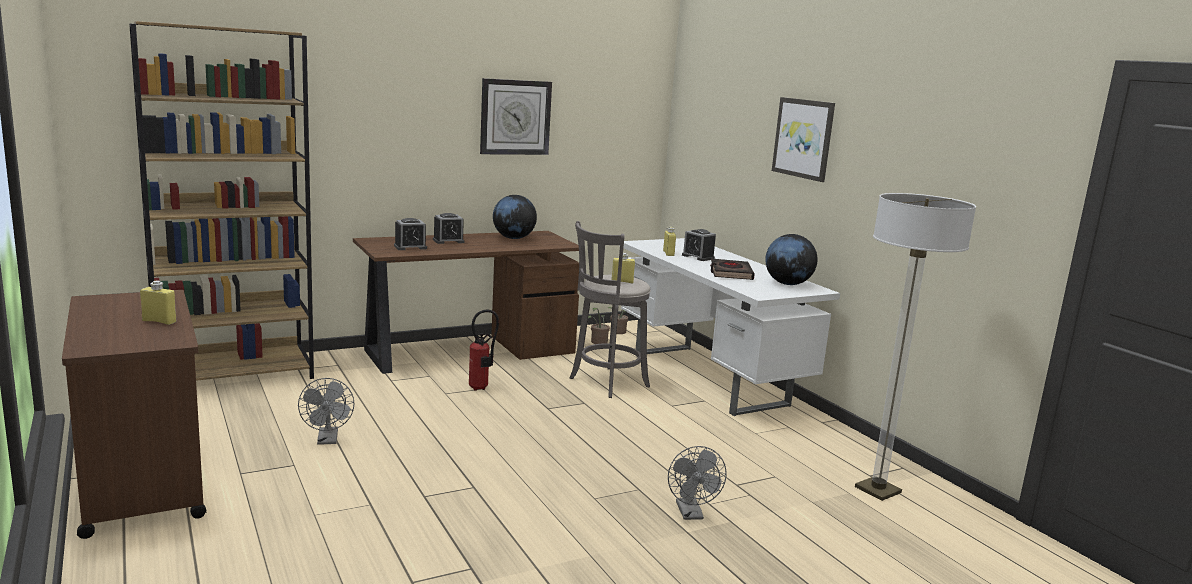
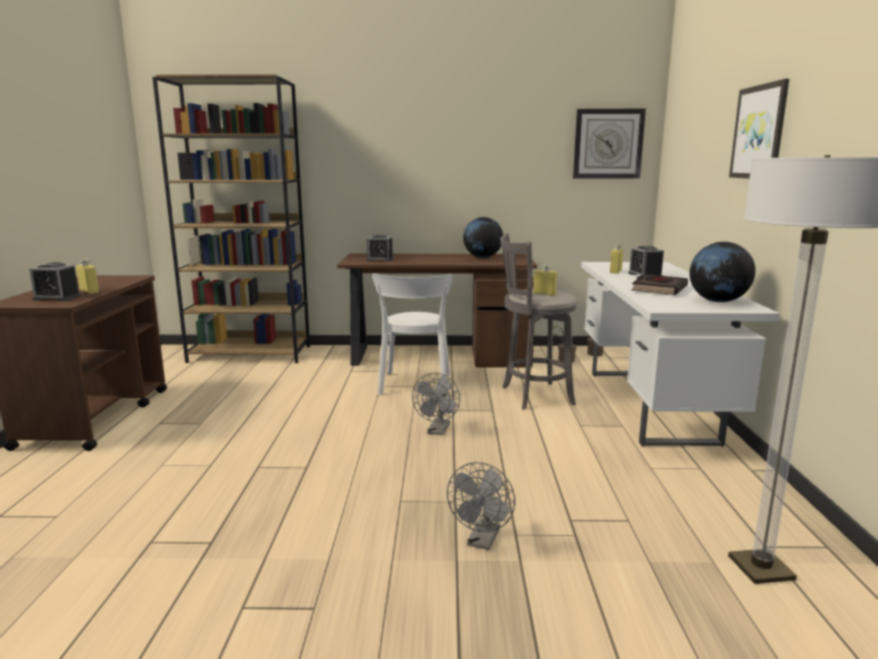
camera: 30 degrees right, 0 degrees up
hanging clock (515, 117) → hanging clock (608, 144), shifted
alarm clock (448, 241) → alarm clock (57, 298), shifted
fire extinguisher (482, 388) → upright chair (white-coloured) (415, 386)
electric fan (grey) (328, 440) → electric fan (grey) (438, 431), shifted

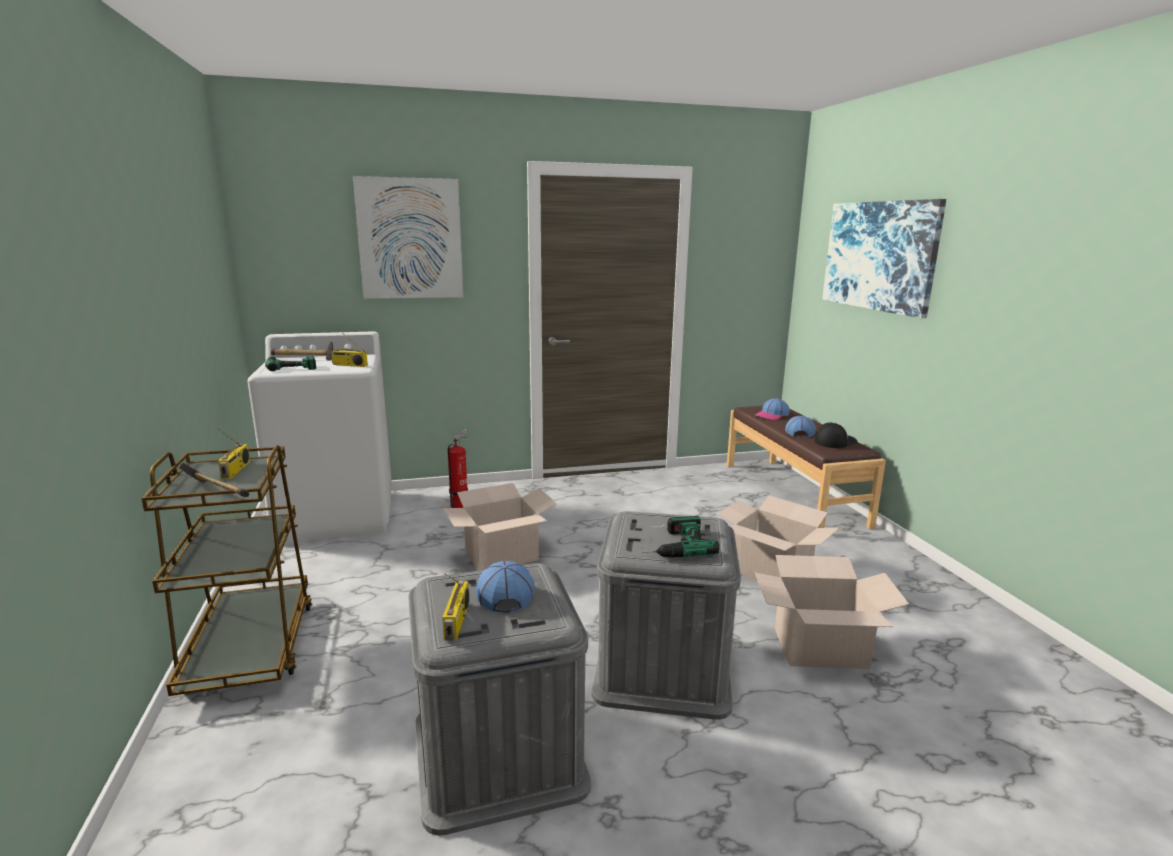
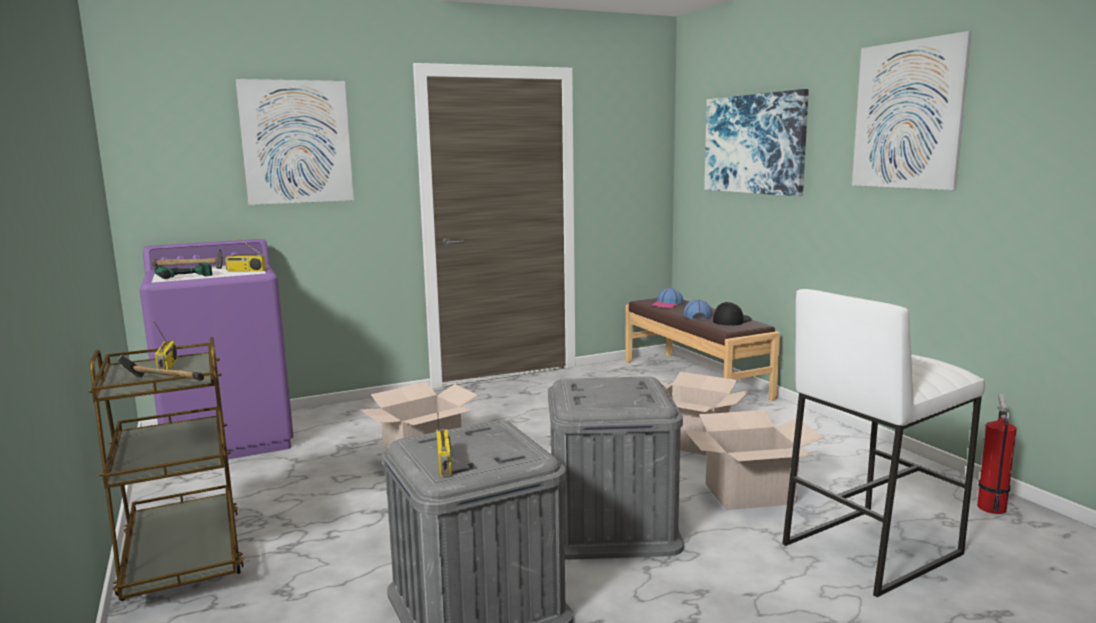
camera: 10 degrees left, 5 degrees down
laundry appliance (white-coloured) (338, 516) → laundry appliance (purplish) (230, 438)
fire extinguisher (461, 504) → fire extinguisher (991, 506), shifted
power drill (672, 545) → -
peaked cap (504, 591) → -
- → wall art (907, 115)
- → sitting stool (white-coloured) (870, 548)

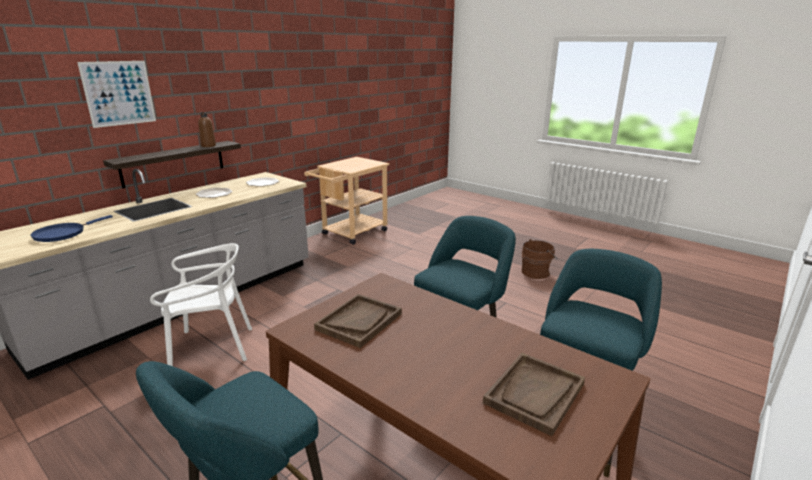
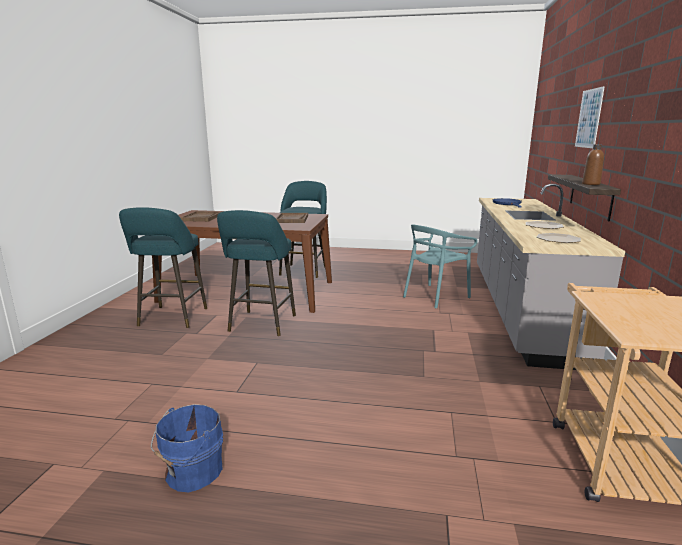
camera: 150 degrees right, 5 degrees down
water bucket (brownish) (536, 272) → water bucket (blue) (191, 472)
upright chair (white-coloured) (212, 348) → upright chair (blue-green) (435, 296)

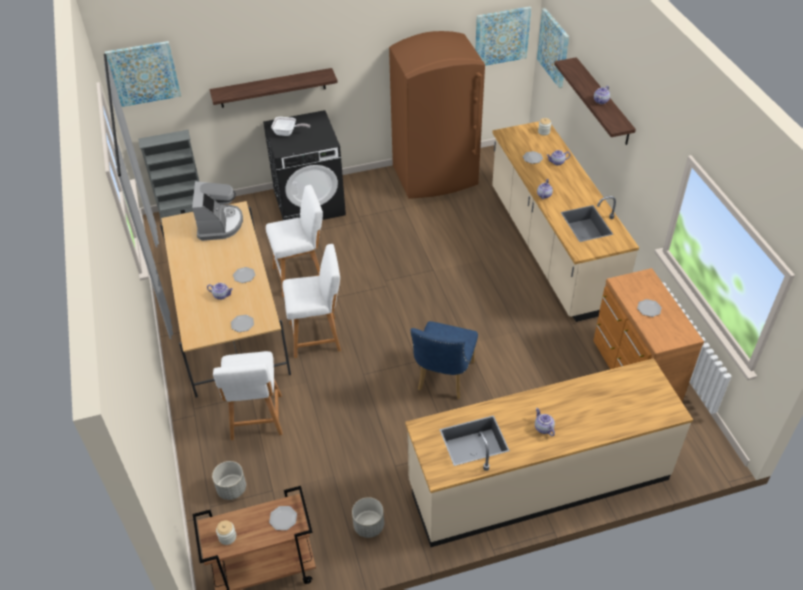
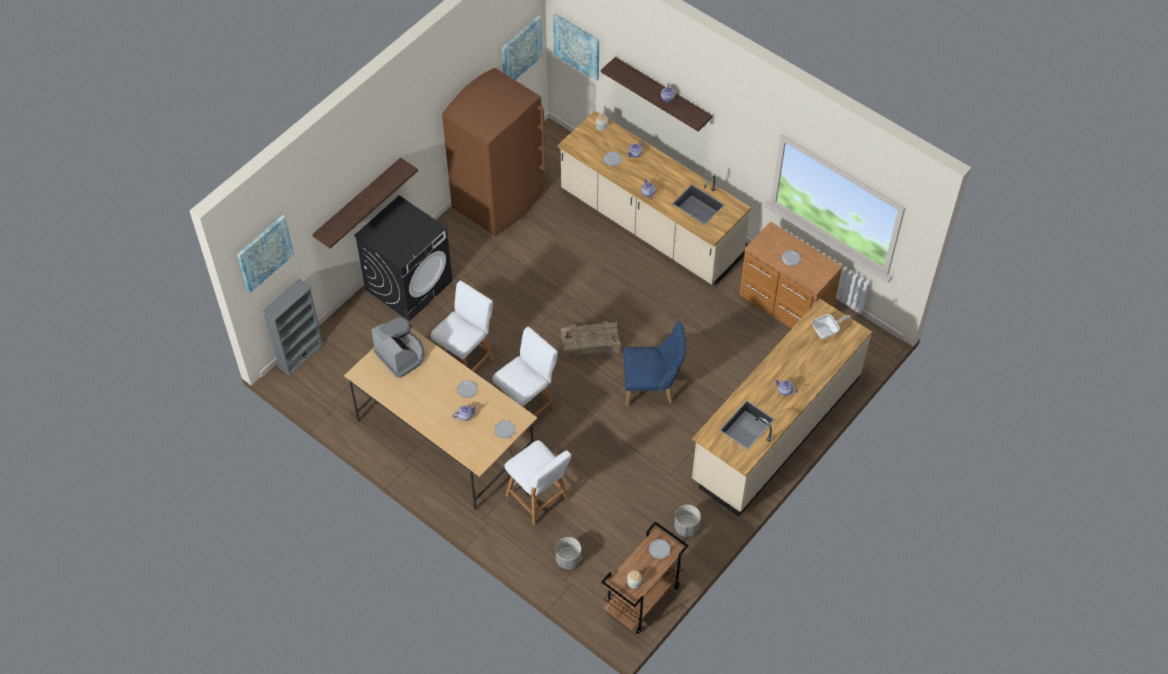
camera: 35 degrees left, 10 degrees up
skillet (287, 133) → skillet (827, 331), shifted
upright chair (blue) (443, 379) → upright chair (blue) (652, 388), 75 degrees counterclockwise
- → packing crate (591, 345)

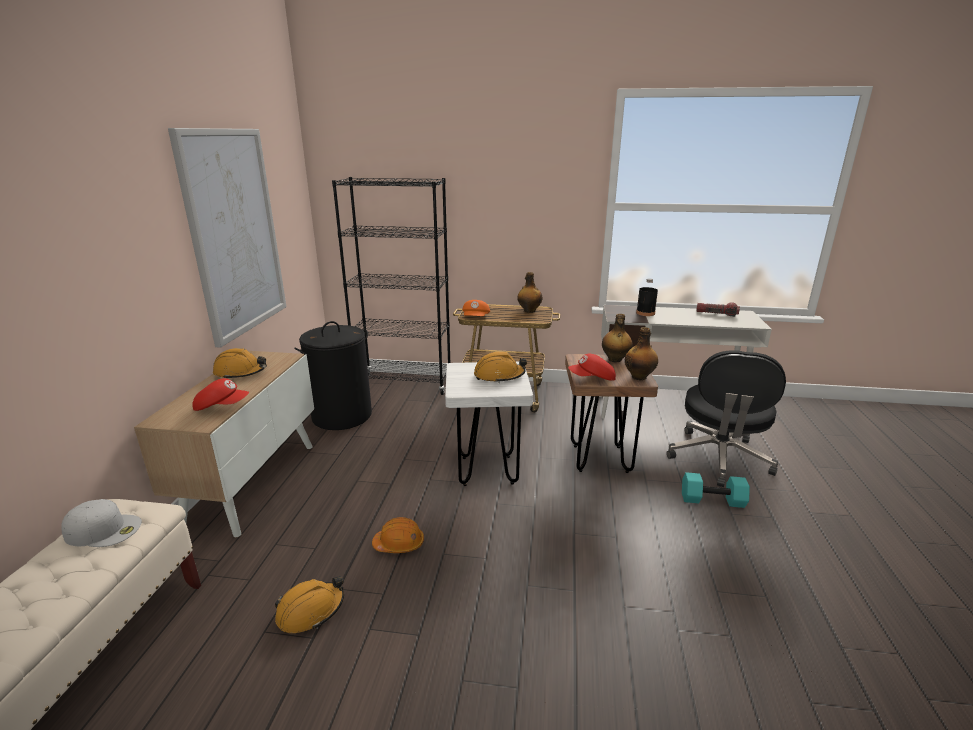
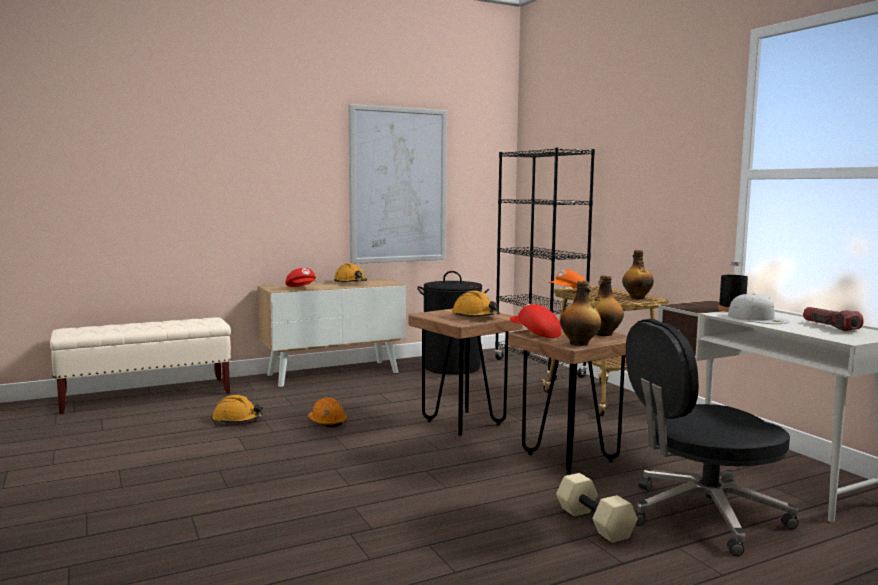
camera: 55 degrees right, 15 degrees down
sitting stool (white-coloured) (487, 470) → sitting stool (brownish) (463, 423)
hand weight (blue-green) (712, 500) → hand weight (beige-coloured) (596, 523)
peaked cap (white-coloured) (104, 529) → peaked cap (white-coloured) (758, 318), shifted

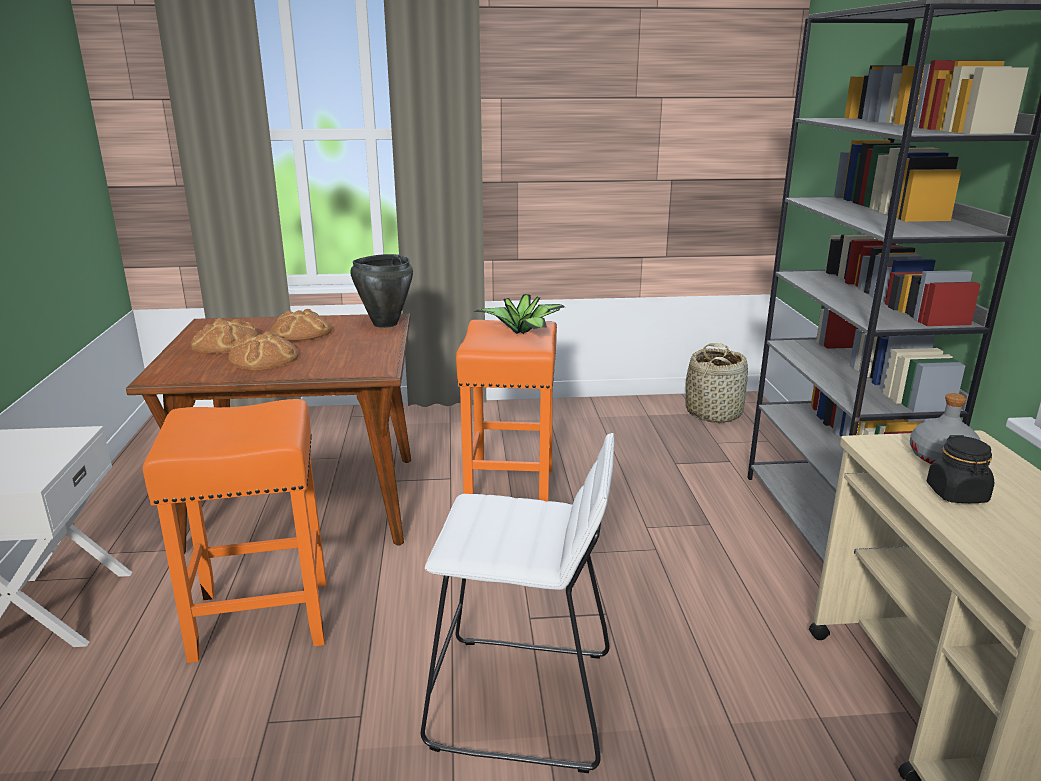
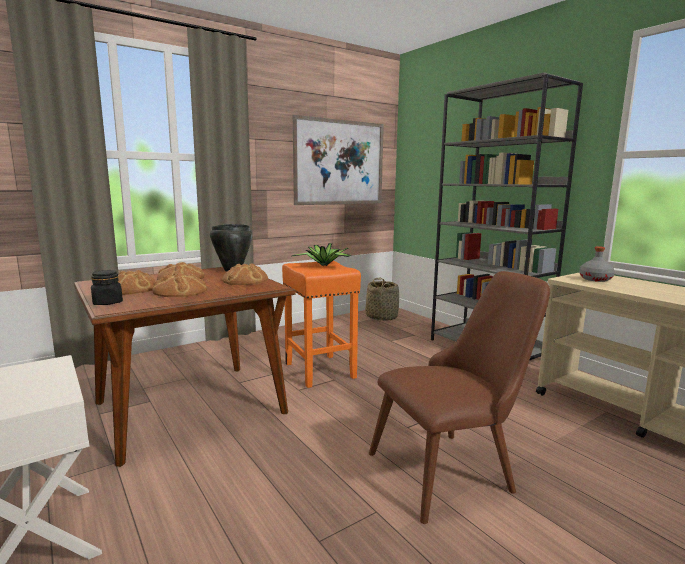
camera: 30 degrees left, 10 degrees down
sitting stool (orangey) (259, 620) → -
sitting stool (white-coloured) (521, 701) → upright chair (brownish) (454, 467)
preserve jar (black) (957, 494) → preserve jar (black) (107, 302), shifted
- → wall art (340, 162)
- → bread (245, 280)

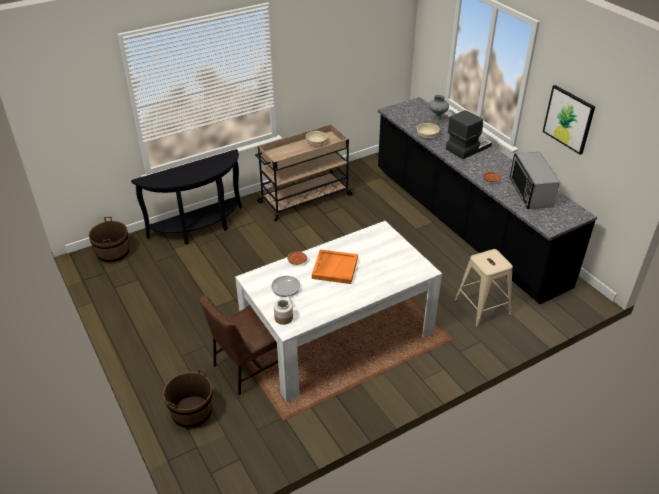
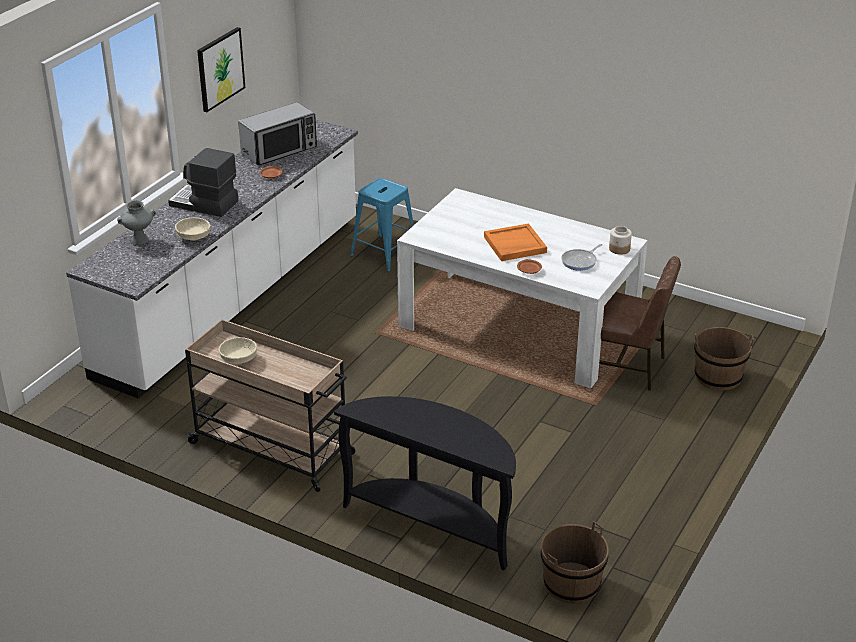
camera: 120 degrees left, 5 degrees down
kitchen counter (black) (464, 225) → kitchen counter (white-coloured) (234, 297)
sitting stool (beige-coloured) (482, 307) → sitting stool (blue) (384, 253)

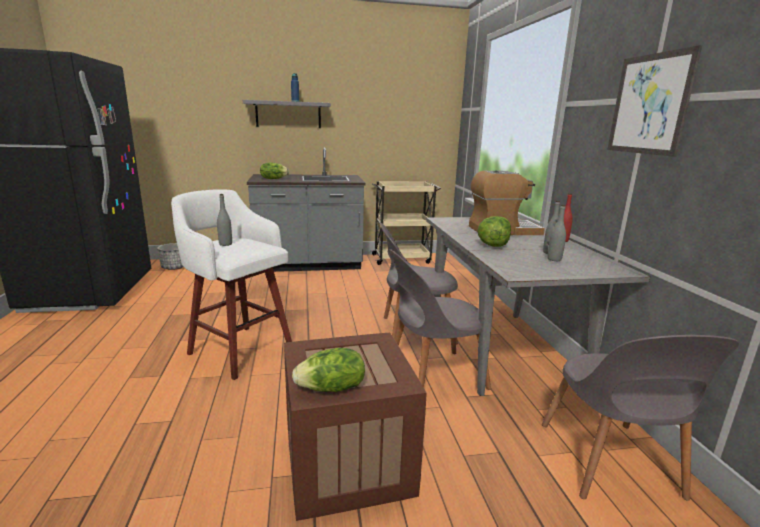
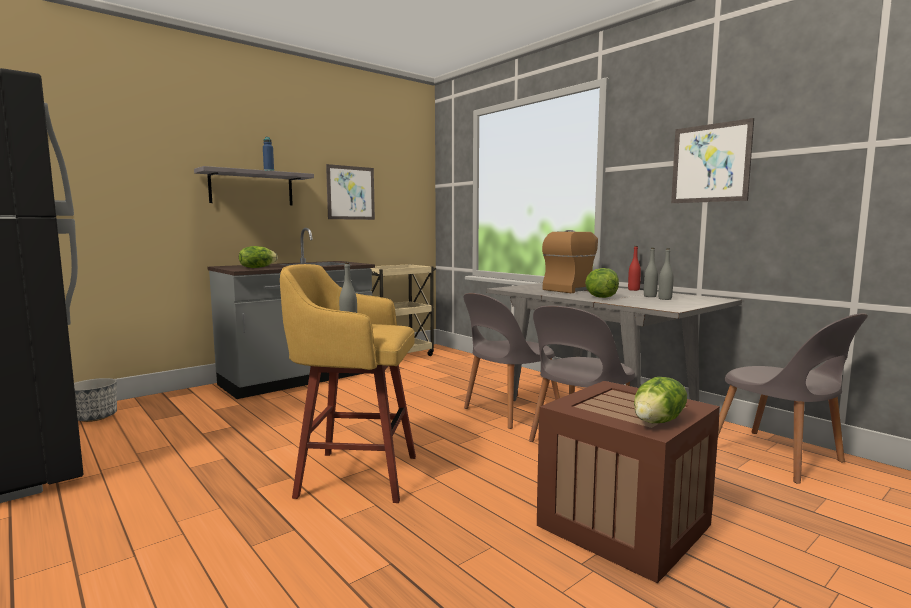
camera: 30 degrees left, 10 degrees down
sitting stool (white-coloured) (239, 350) → sitting stool (yellow) (354, 475)
- → wall art (350, 193)

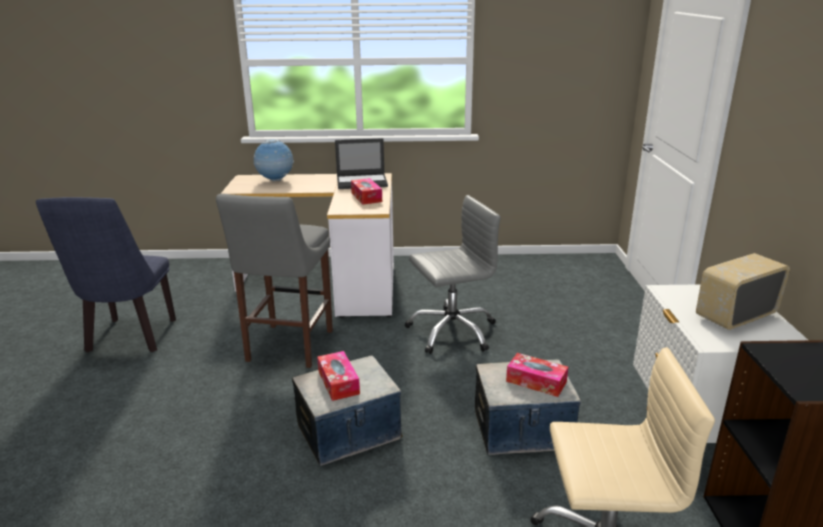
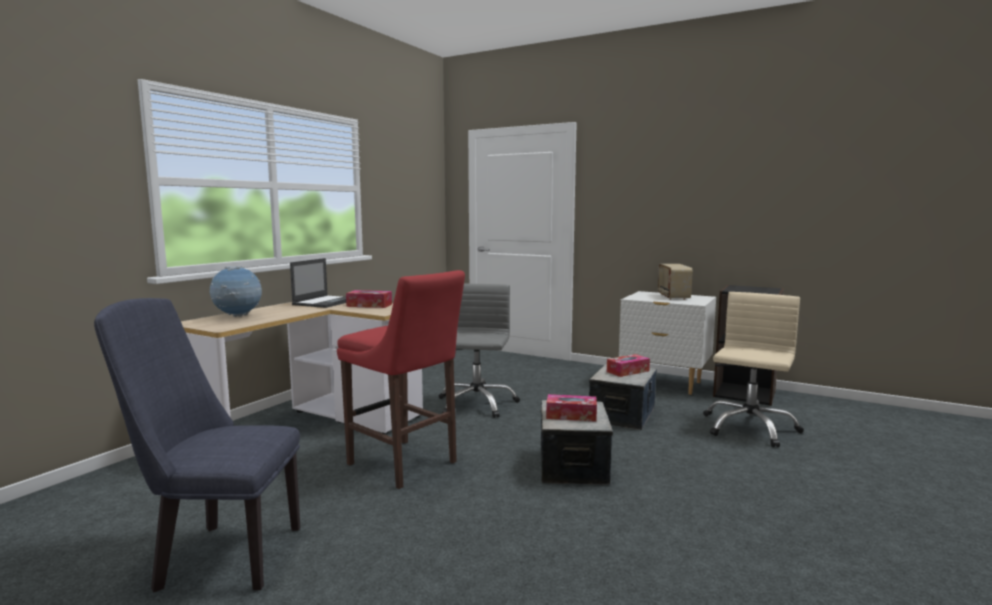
camera: 60 degrees left, 15 degrees down
sitting stool (grey) (288, 348) → sitting stool (red) (405, 465)
upright chair (blue) (129, 339) → upright chair (blue) (219, 556), 150 degrees clockwise

